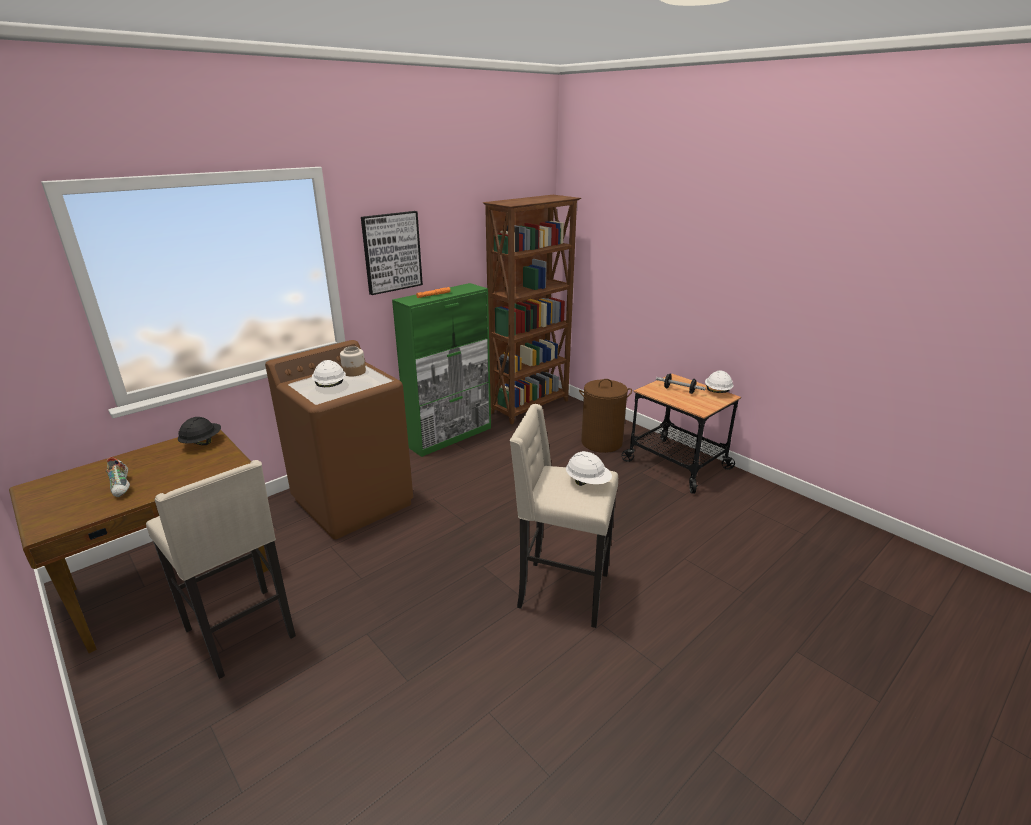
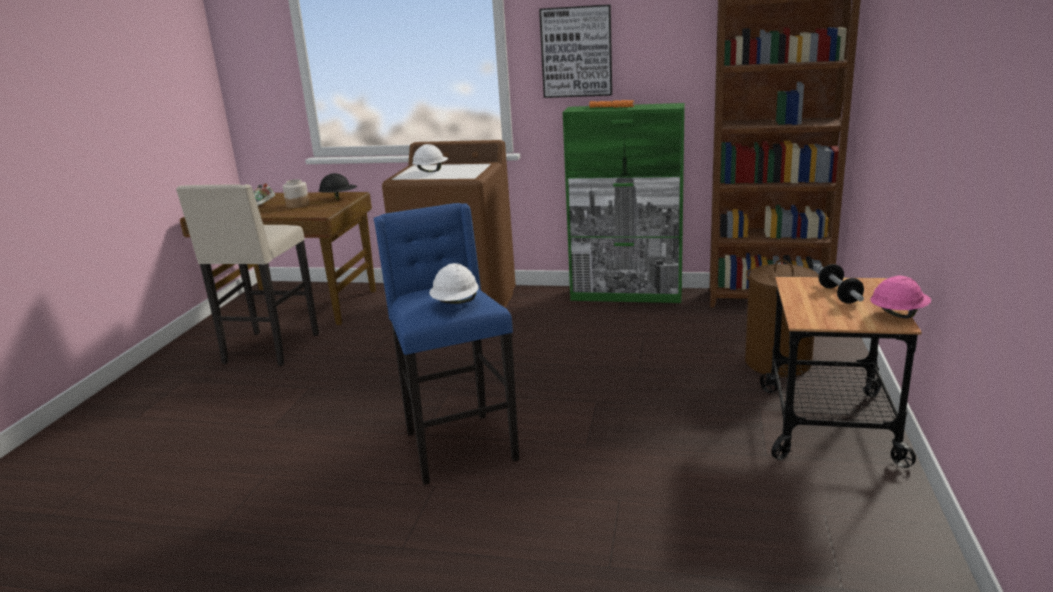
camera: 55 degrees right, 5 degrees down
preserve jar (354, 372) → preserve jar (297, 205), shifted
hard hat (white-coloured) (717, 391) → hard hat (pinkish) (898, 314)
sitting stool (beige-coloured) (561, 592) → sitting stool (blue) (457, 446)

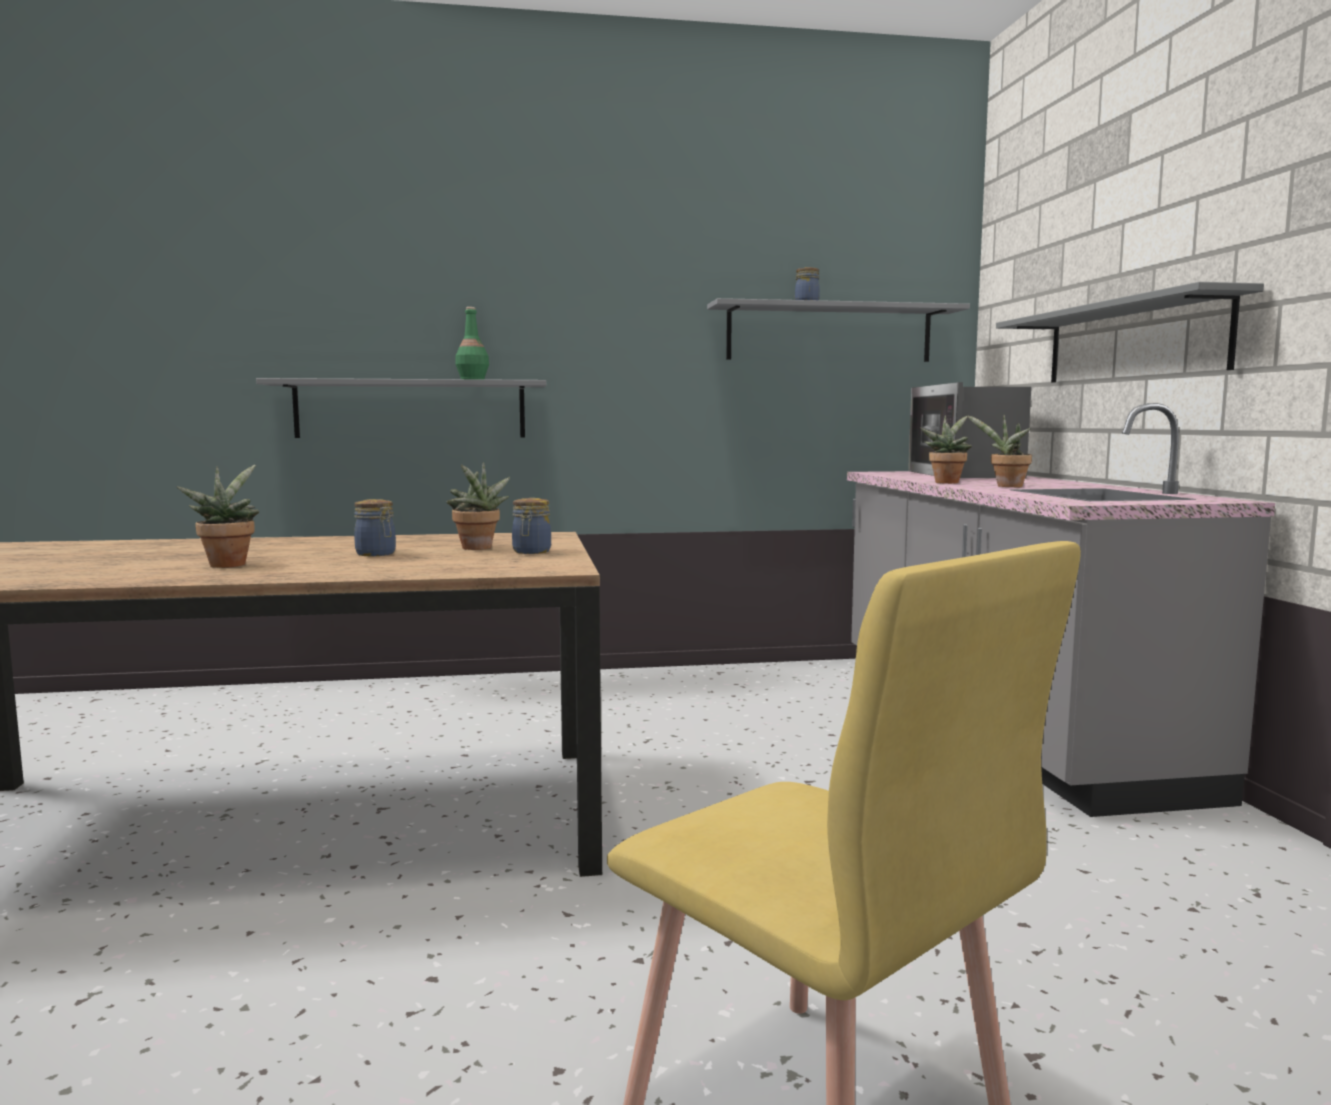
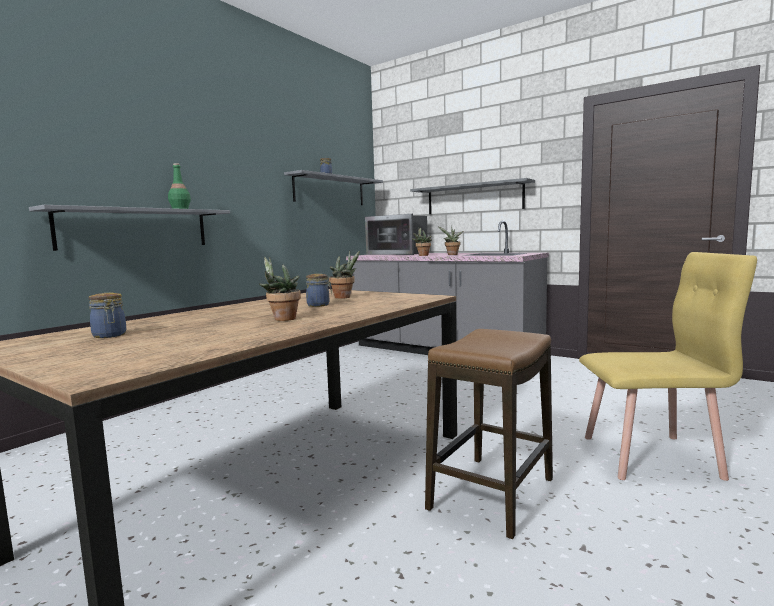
camera: 45 degrees left, 0 degrees up
preserve jar (531, 552) → preserve jar (110, 335), shifted
- → sitting stool (492, 494)

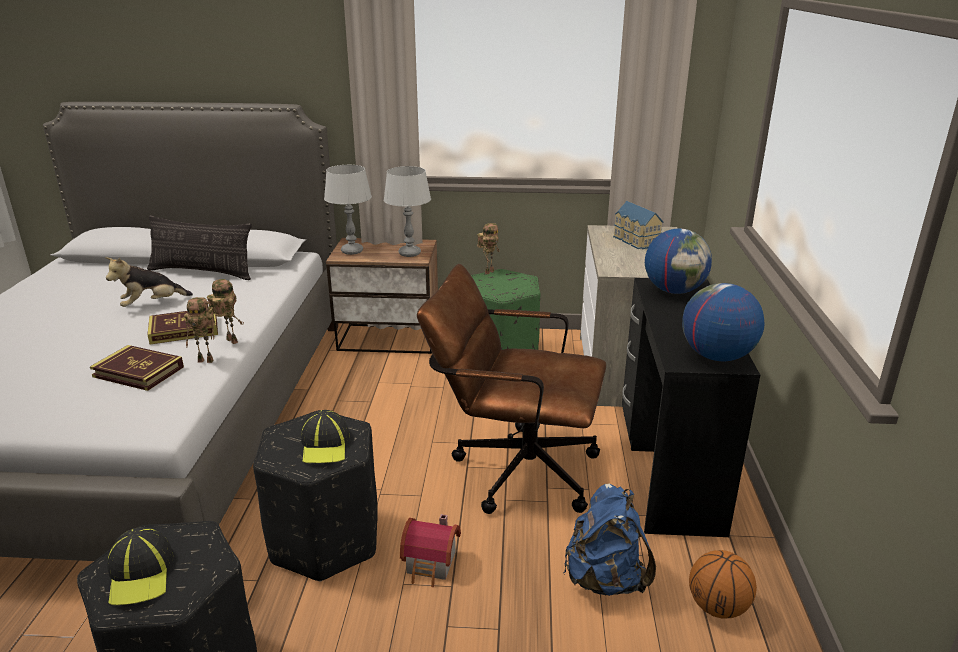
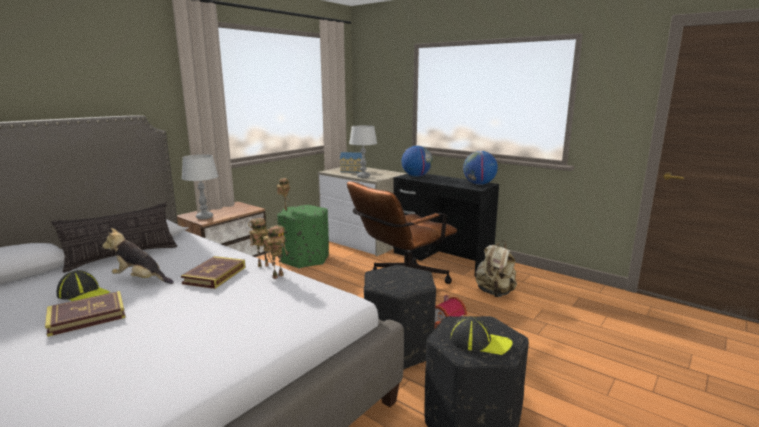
camera: 55 degrees left, 10 degrees down
lamp for a table (grey) (409, 253) → lamp for a table (grey) (363, 176), shifted
soft toy (151, 304) → soft toy (140, 280), 105 degrees clockwise
volume (138, 372) → volume (87, 317), shifted
peaked cap (325, 445) → peaked cap (83, 293), shifted
rucksack (blue) (605, 579) → rucksack (beige-coloured) (495, 293)
ball for basketball (717, 607) → -

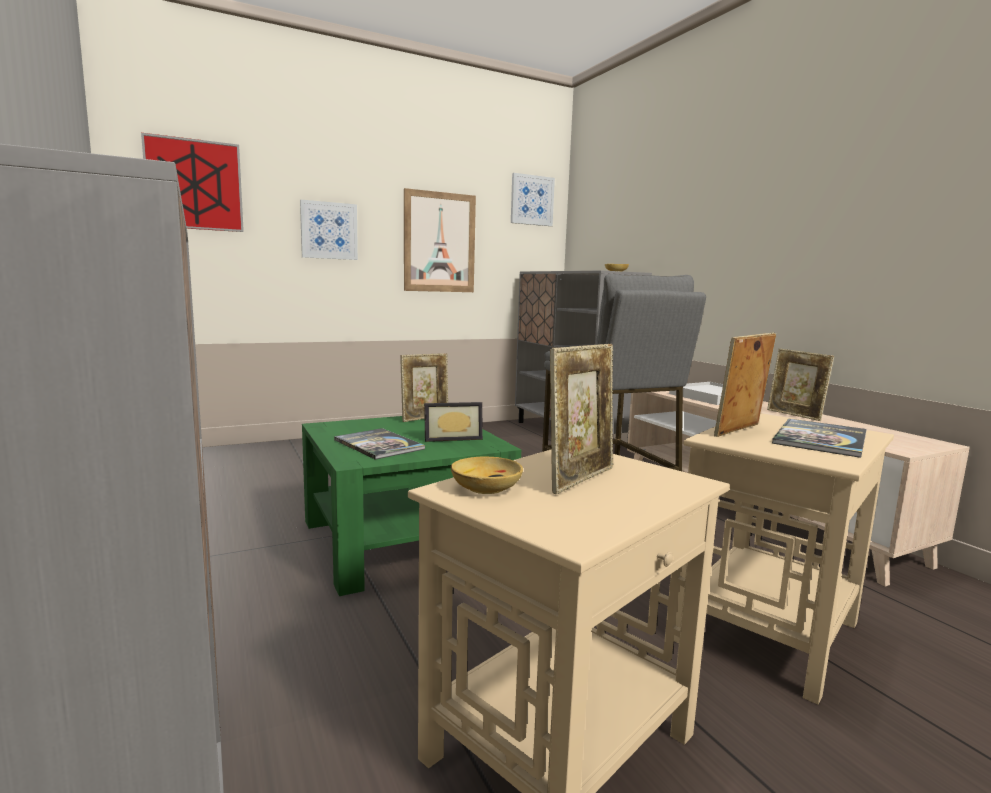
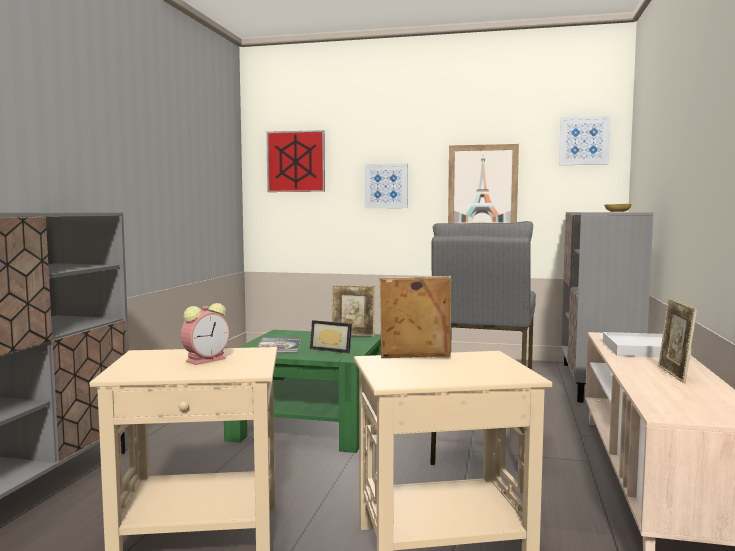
camera: 40 degrees right, 5 degrees down
standing frame (580, 479) → alarm clock (207, 360)
volume (820, 439) → -
serving bowl (beige-coloured) (485, 487) → -

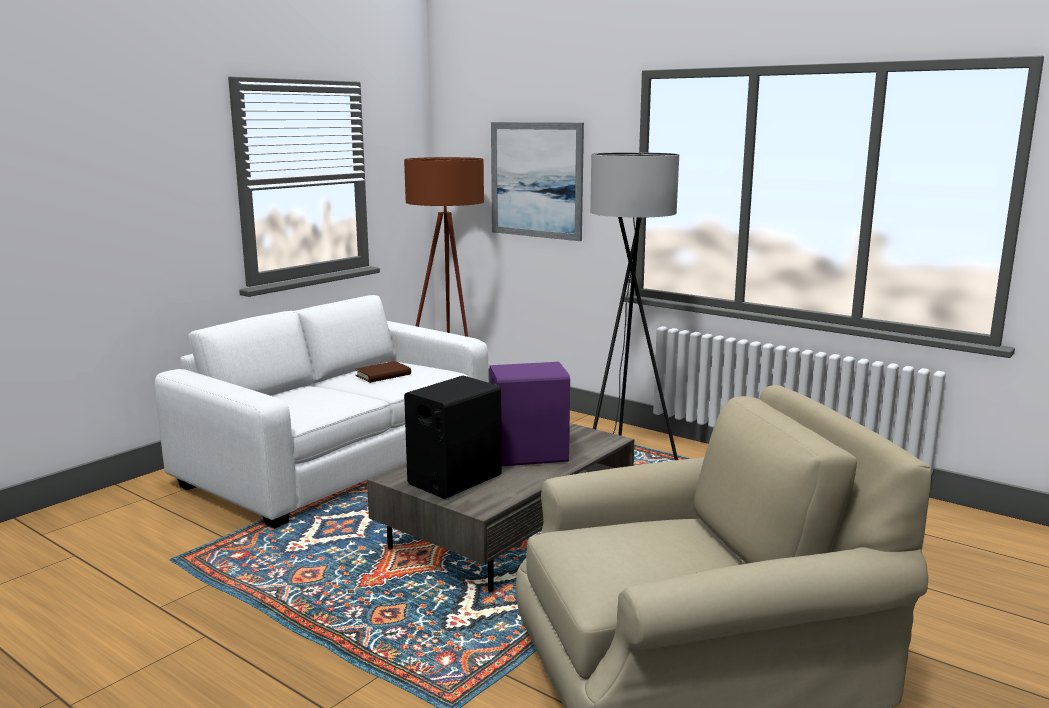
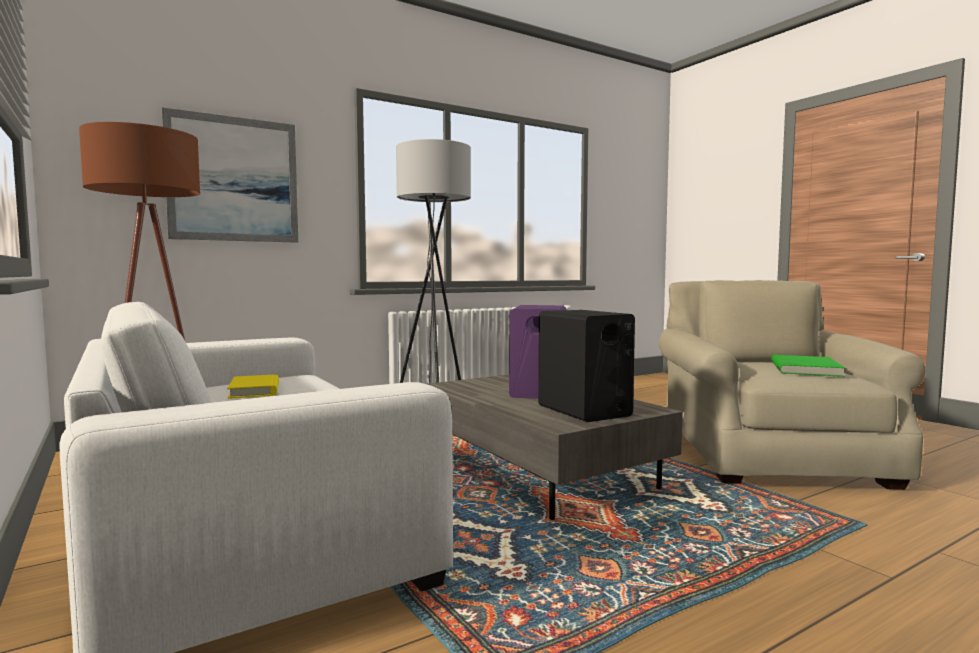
camera: 70 degrees left, 10 degrees down
volume (brownish) (383, 375) → volume (yellow) (255, 390)
- → volume (green) (807, 369)

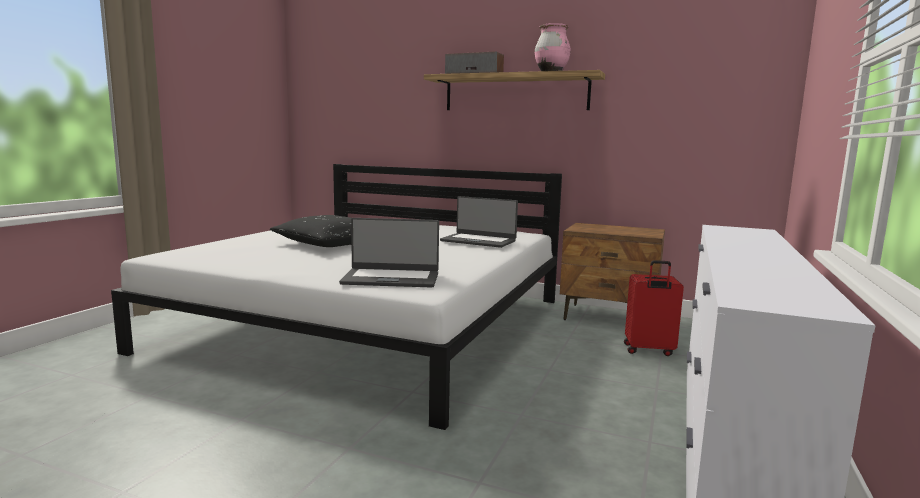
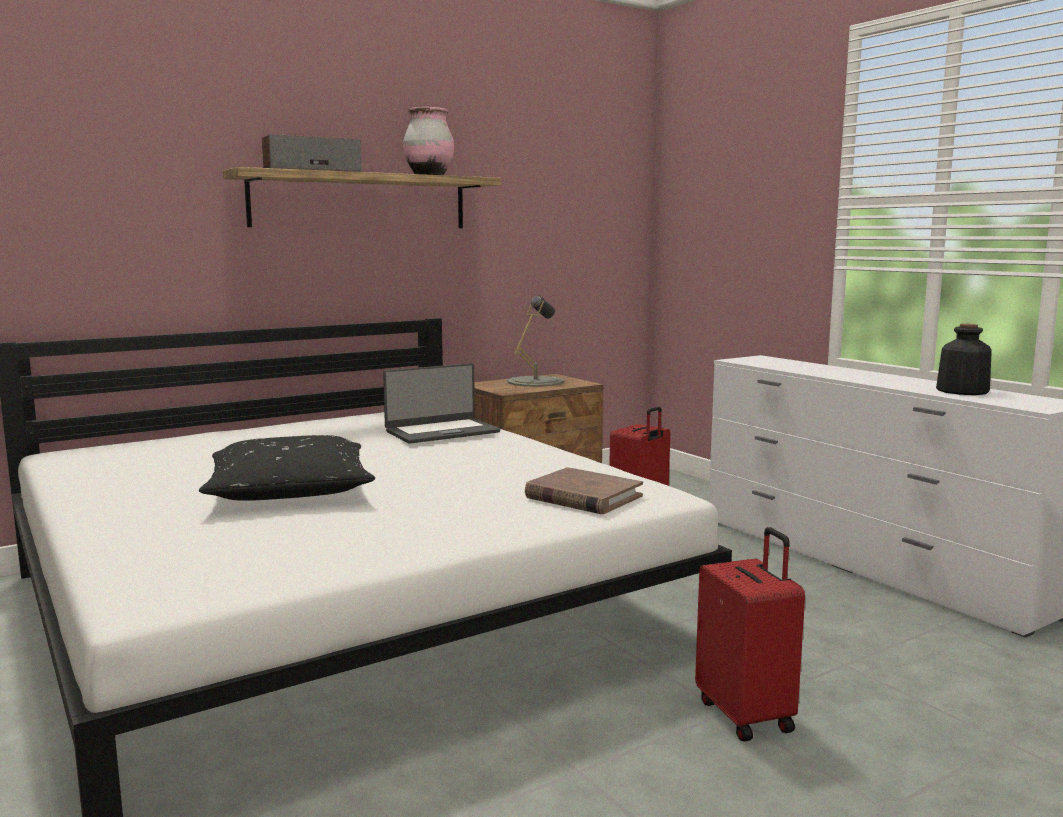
camera: 55 degrees left, 0 degrees up
laptop (391, 278) → volume (brownish) (583, 497)
- → lamp for a table (grey) (535, 381)
- → beverage bottle (962, 391)
- → travel case (red) (747, 715)

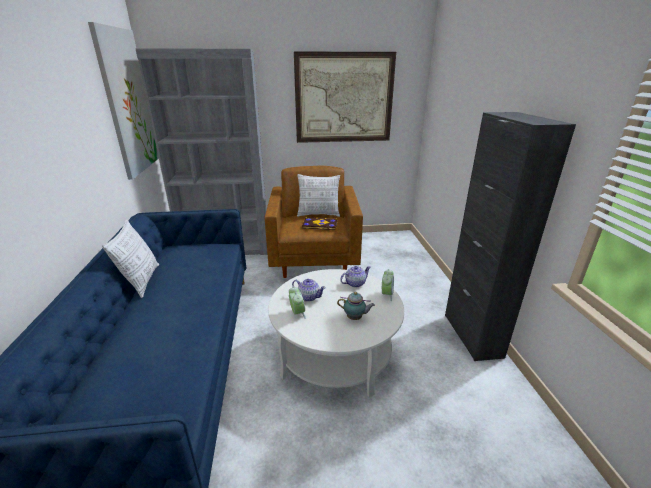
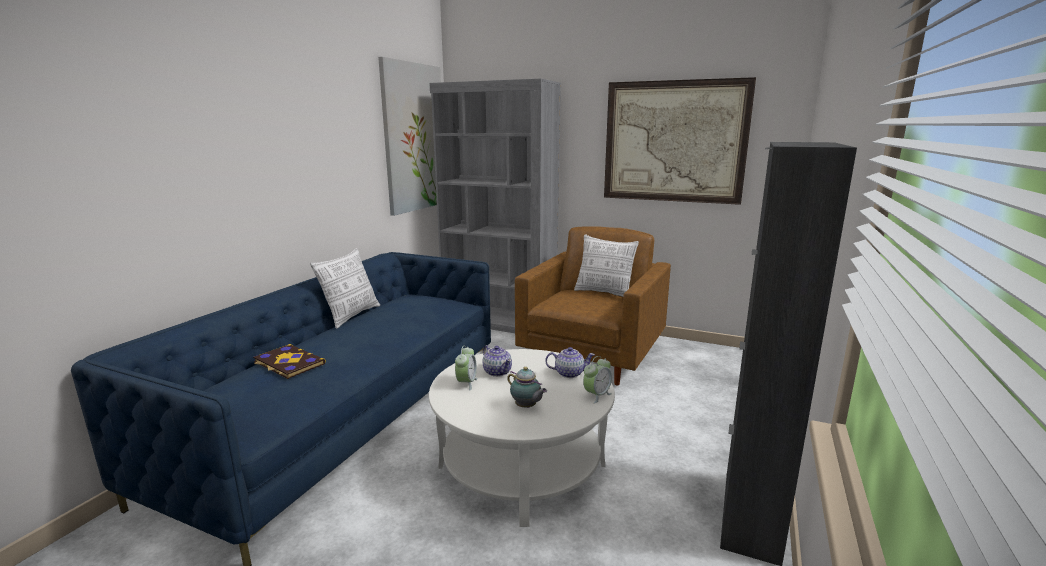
camera: 30 degrees right, 10 degrees down
volume (320, 225) → volume (288, 363), shifted

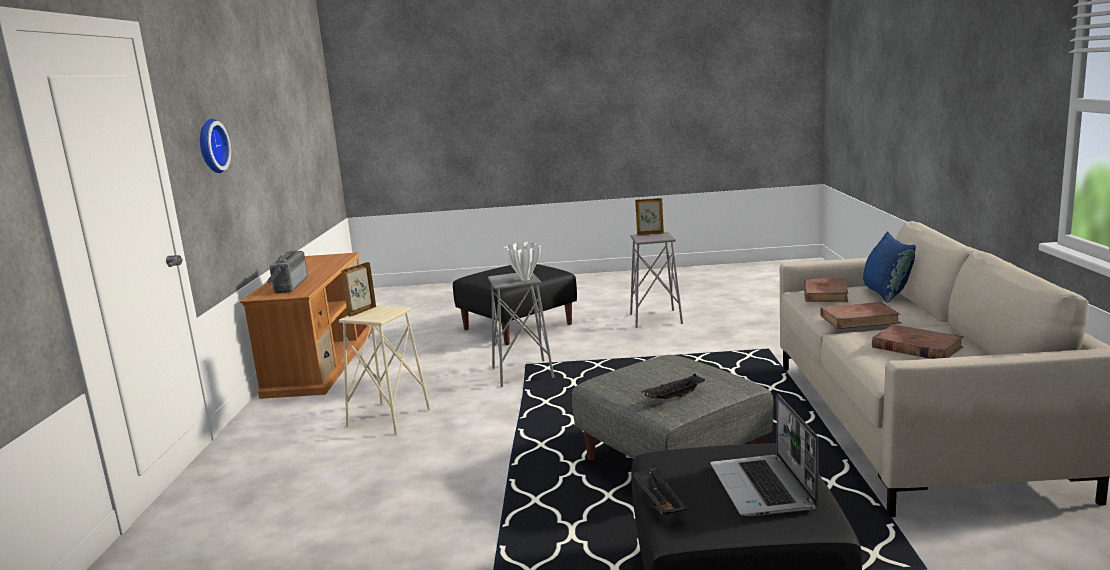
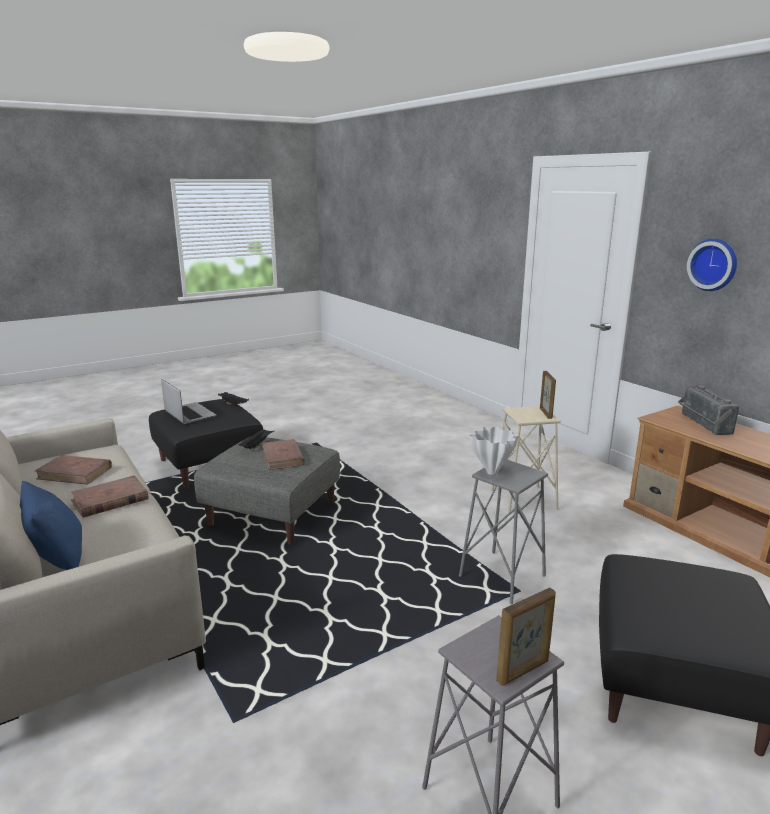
camera: 145 degrees right, 5 degrees up
radio receiver (288, 286) → radio receiver (702, 424), 150 degrees counterclockwise
volume (brownish) (825, 294) → volume (brownish) (282, 457), shifted

